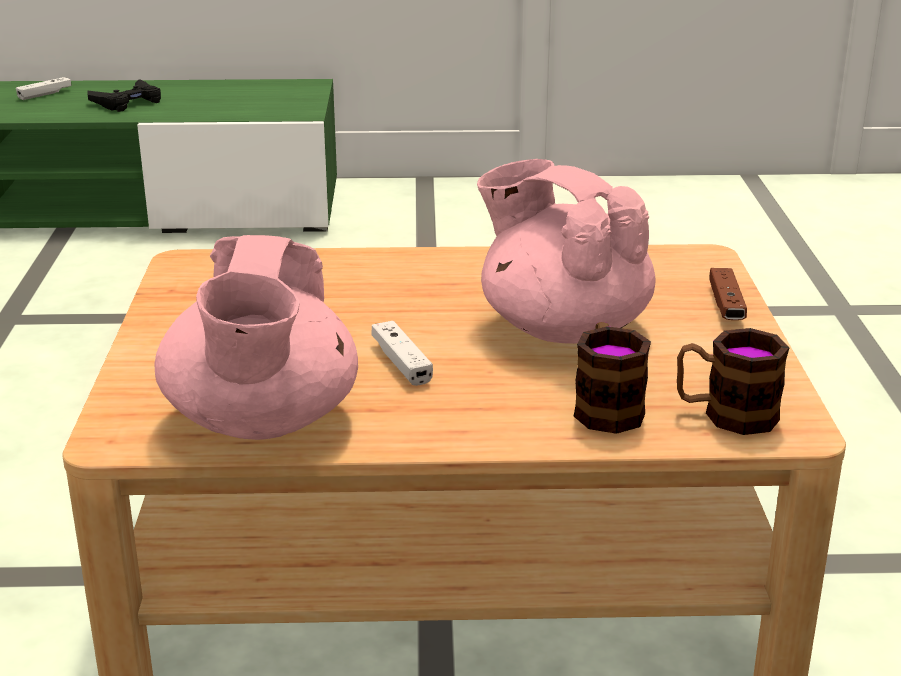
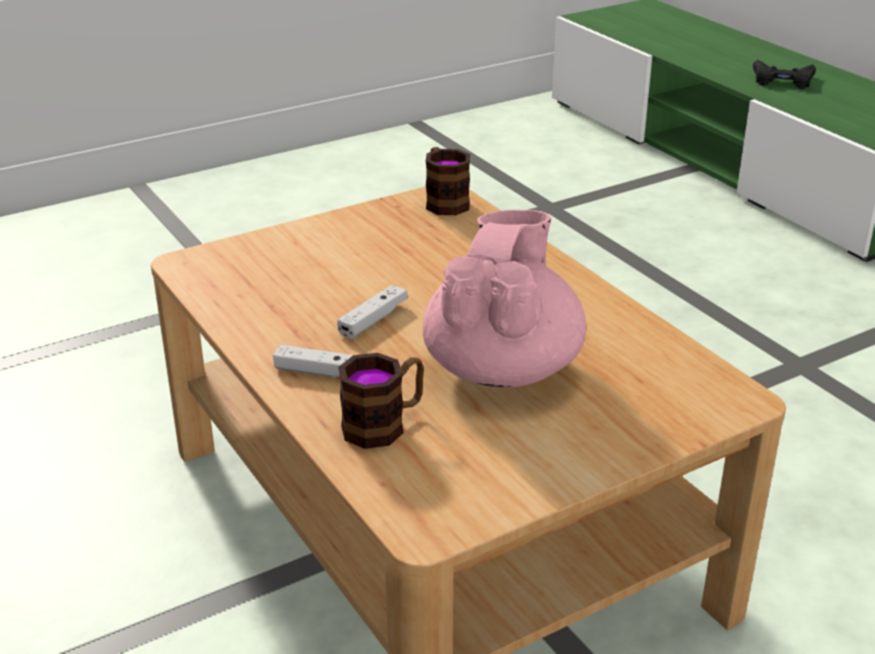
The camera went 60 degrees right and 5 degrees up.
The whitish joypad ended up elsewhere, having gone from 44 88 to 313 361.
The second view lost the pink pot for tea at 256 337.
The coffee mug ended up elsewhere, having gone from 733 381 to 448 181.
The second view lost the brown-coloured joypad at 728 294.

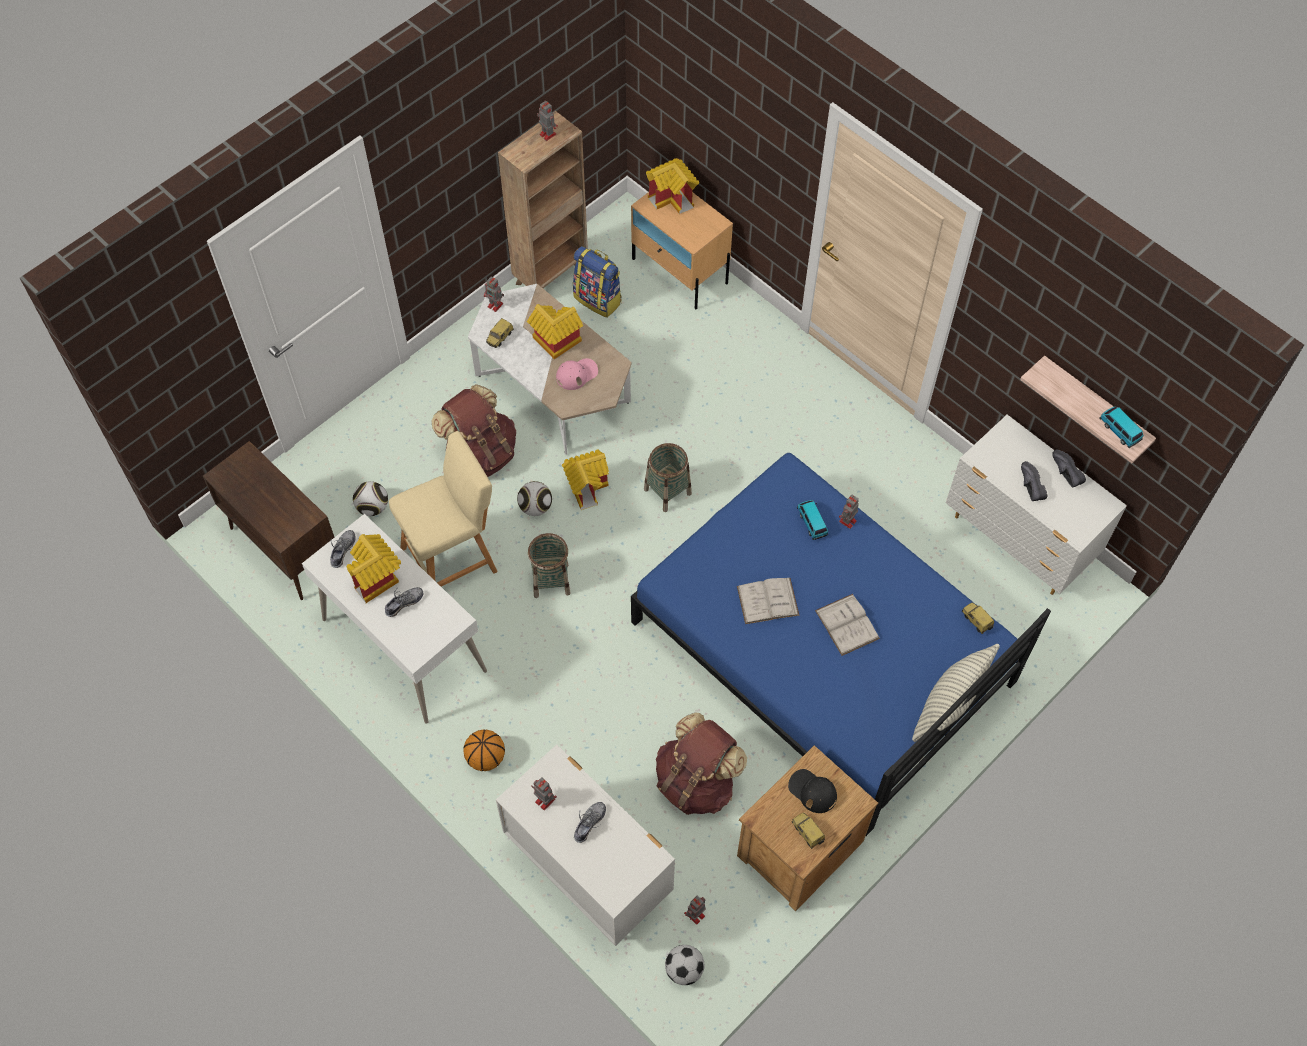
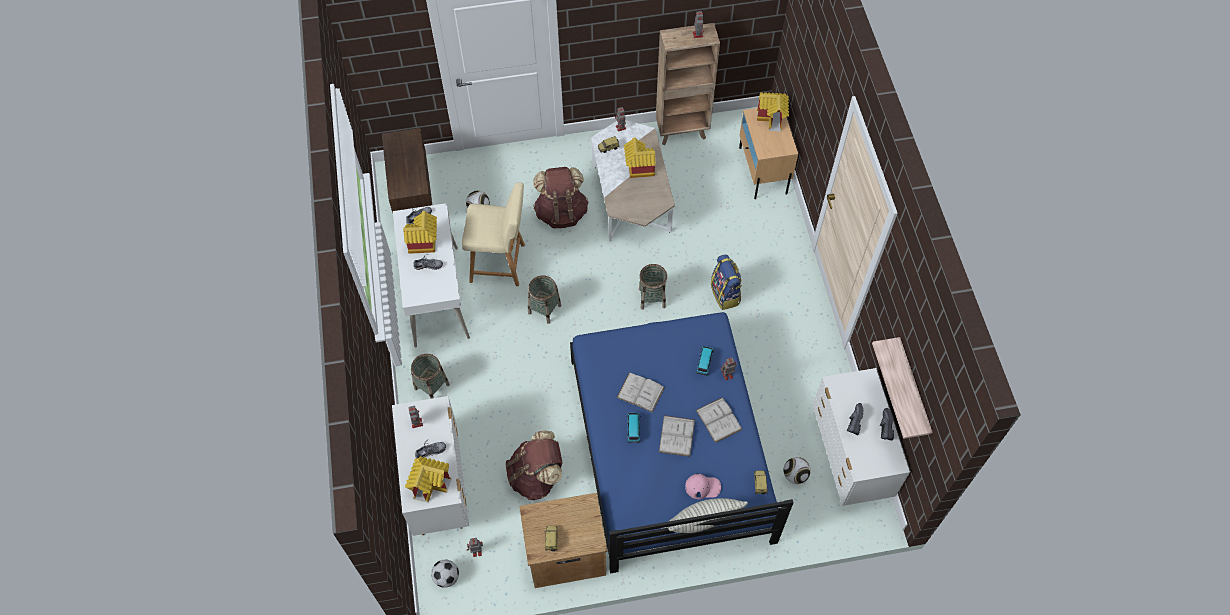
The camera went 35 degrees right and 0 degrees up.
Where the basketball ball stood at 484 750, the storage basket came to stand at 430 376.
The football ball ended up elsewhere, having gone from 534 498 to 797 470.
The pink peaked cap ended up elsewhere, having gone from 577 374 to 703 486.
The miniature house ended up elsewhere, having gone from 585 480 to 428 479.
The knapsack ended up elsewhere, having gone from 597 282 to 726 282.
The second view lost the black peaked cap at 812 791.
The model car ended up elsewhere, having gone from 1121 427 to 634 427.
The second view gained the whitish bound book at 719 420.

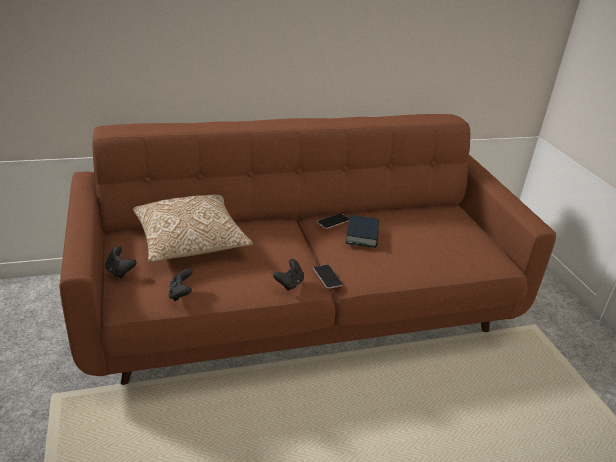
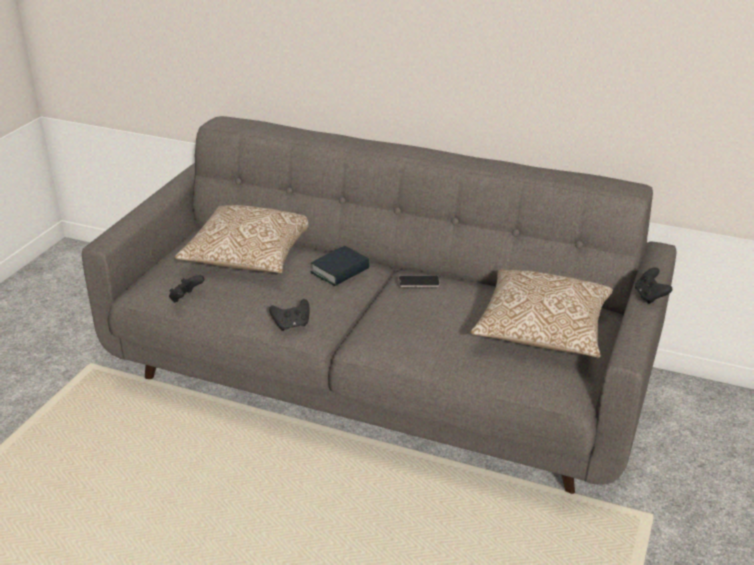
The camera went 40 degrees right and 0 degrees up.
What was the brown-coloured sofa at 308 249 turned into the gray sofa at 379 305.
The black joypad ended up elsewhere, having gone from 121 262 to 653 285.
The second view lost the phone at 328 276.
The bound book ended up elsewhere, having gone from 362 231 to 340 266.
The second view gained the throw pillow at 541 313.

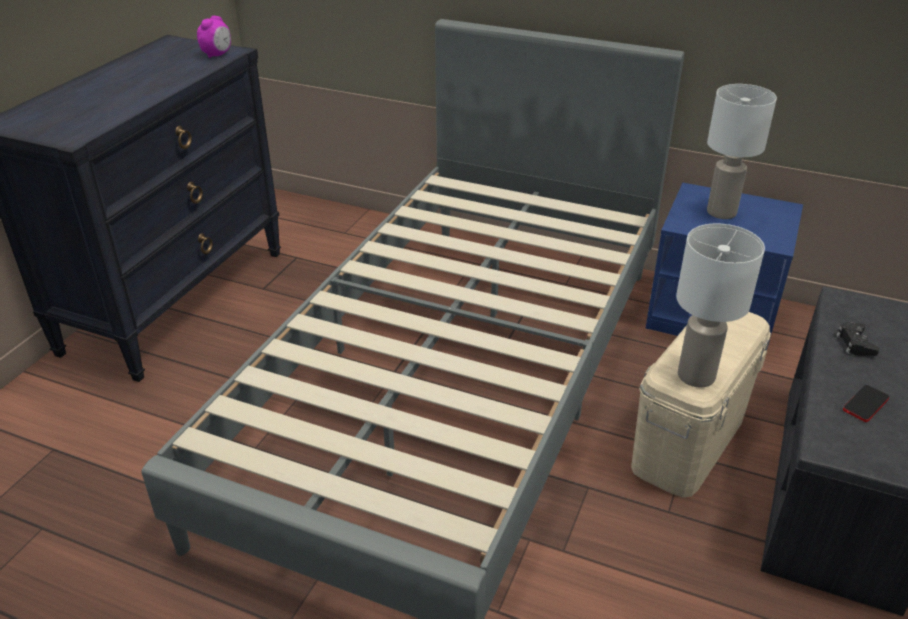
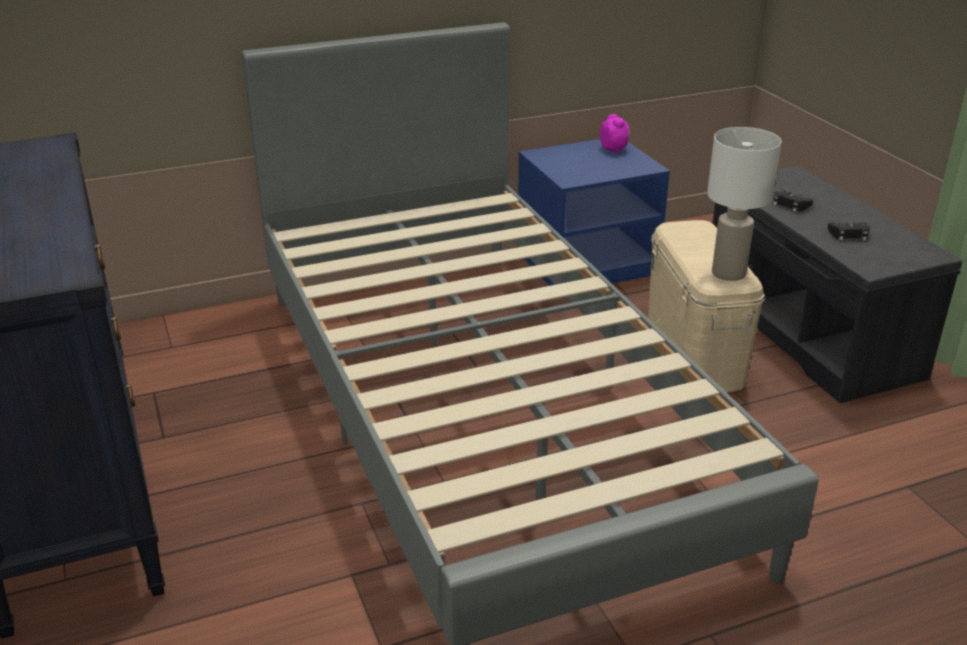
The camera went 45 degrees left and 5 degrees down.
The alarm clock ended up elsewhere, having gone from 214 37 to 615 133.
The second view lost the whitish tabletop lamp at 742 151.
Where the phone stood at 866 403, the black joypad came to stand at 848 231.

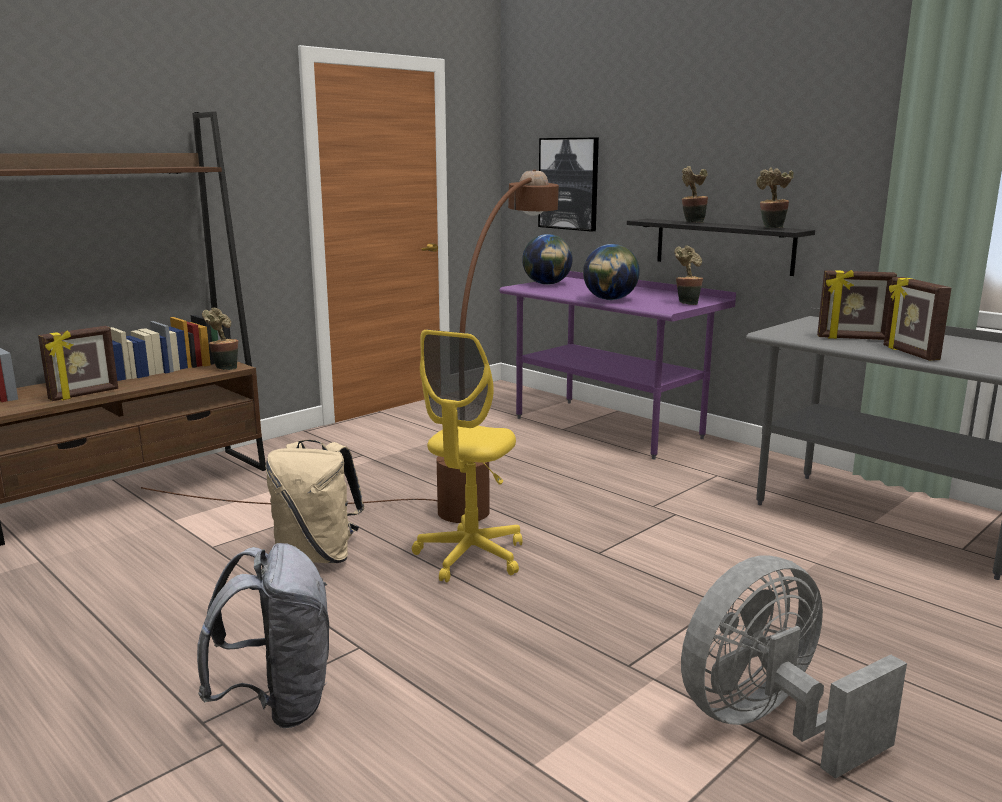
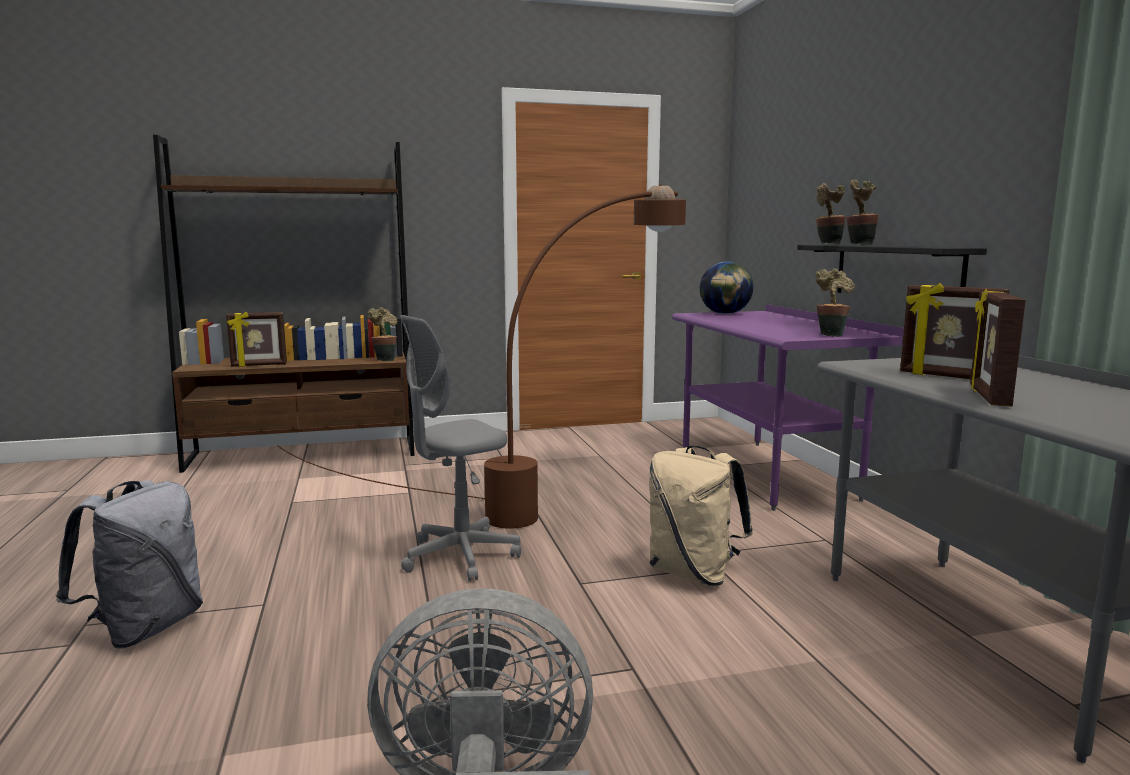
The camera went 30 degrees right and 5 degrees down.
The beige knapsack ended up elsewhere, having gone from 315 501 to 701 515.
What was the yellow desk chair at 467 456 turned into the gray desk chair at 460 448.
The second view lost the picture at 568 185.
The second view lost the globe at 611 272.
The houseplant ended up elsewhere, having gone from 775 198 to 831 214.

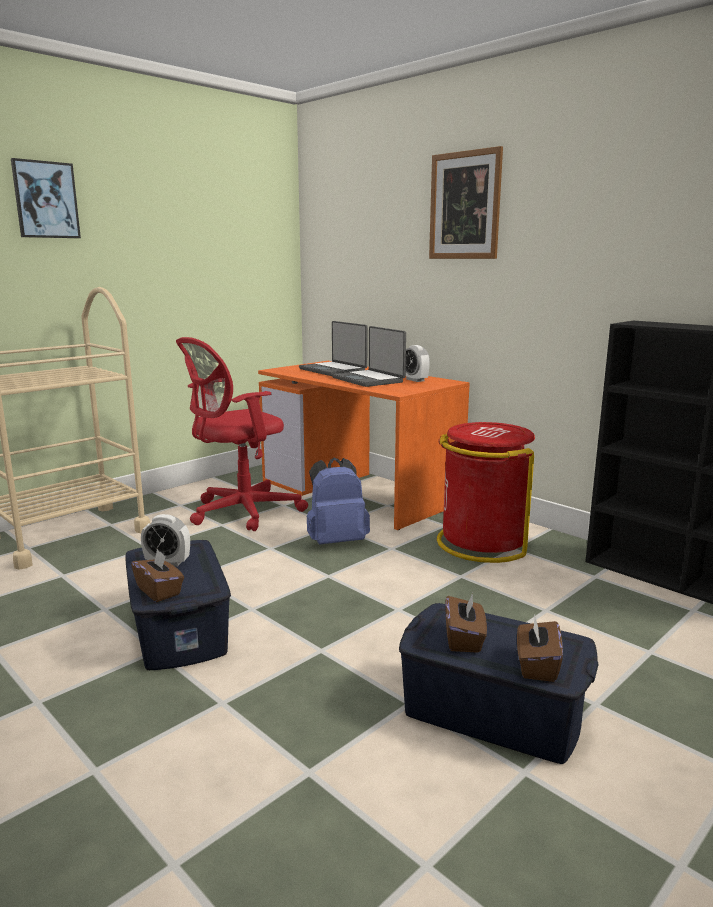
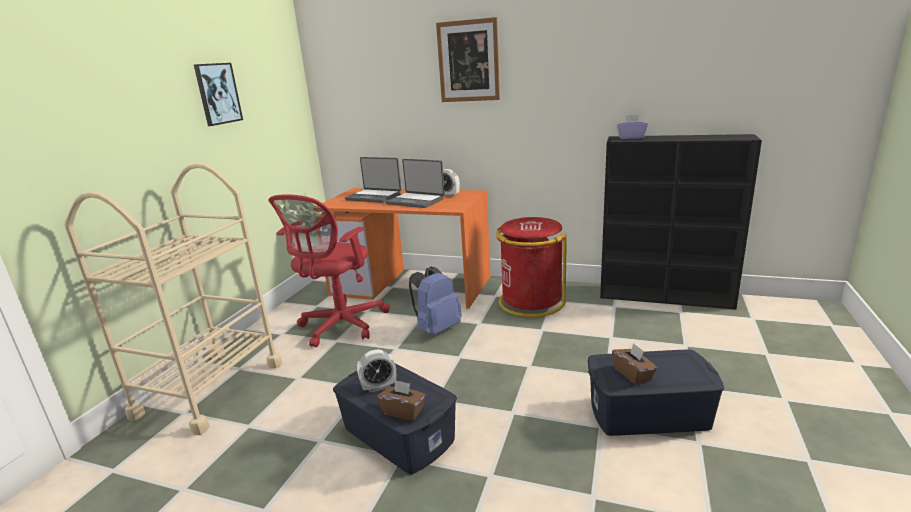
The camera went 25 degrees left and 5 degrees up.
The picture ended up elsewhere, having gone from 46 198 to 218 94.
The second view lost the brown-coloured tissue box at 540 648.
The second view gained the purplish tissue box at 632 126.

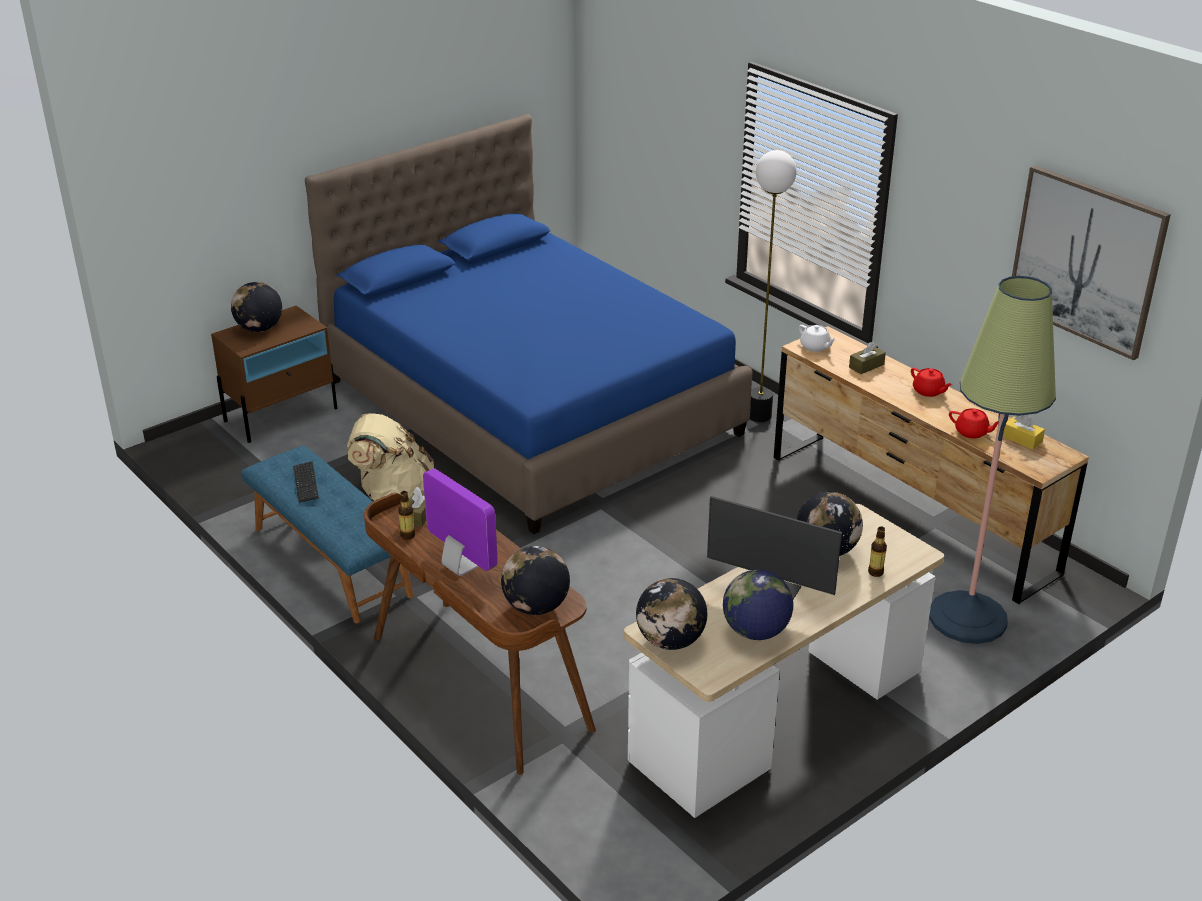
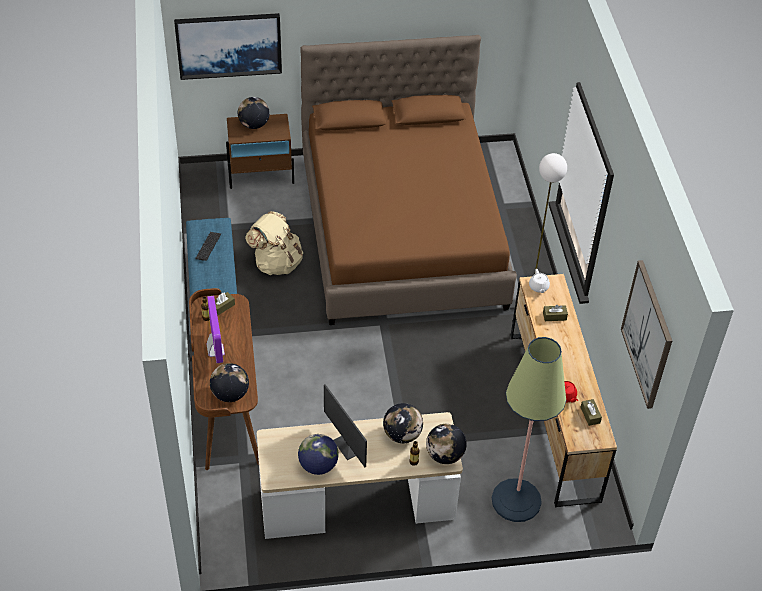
The camera went 30 degrees right and 15 degrees up.
What was the blue bedroom bed at 529 324 turned into the brown-coloured bedroom bed at 408 180.
The globe ended up elsewhere, having gone from 671 614 to 446 444.
The second view lost the red-coloured pot for tea at 931 382.
What was the yellow tissue box at 1024 432 turned into the brown-coloured tissue box at 591 412.
The second view gained the picture at 228 46.

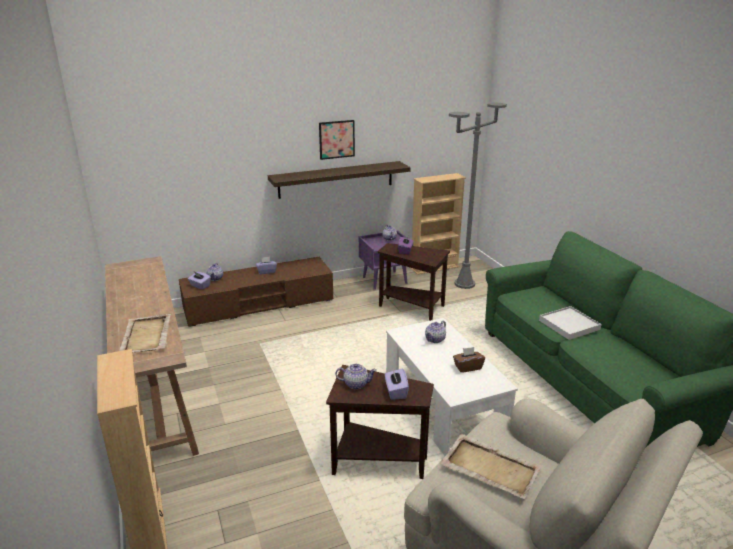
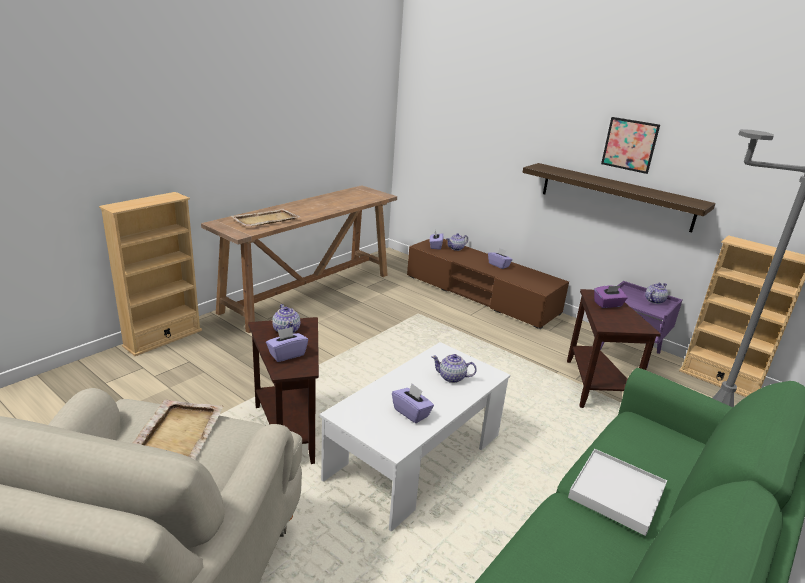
The camera went 60 degrees right and 0 degrees up.
What was the brown-coloured tissue box at 469 360 turned into the purplish tissue box at 413 403.

